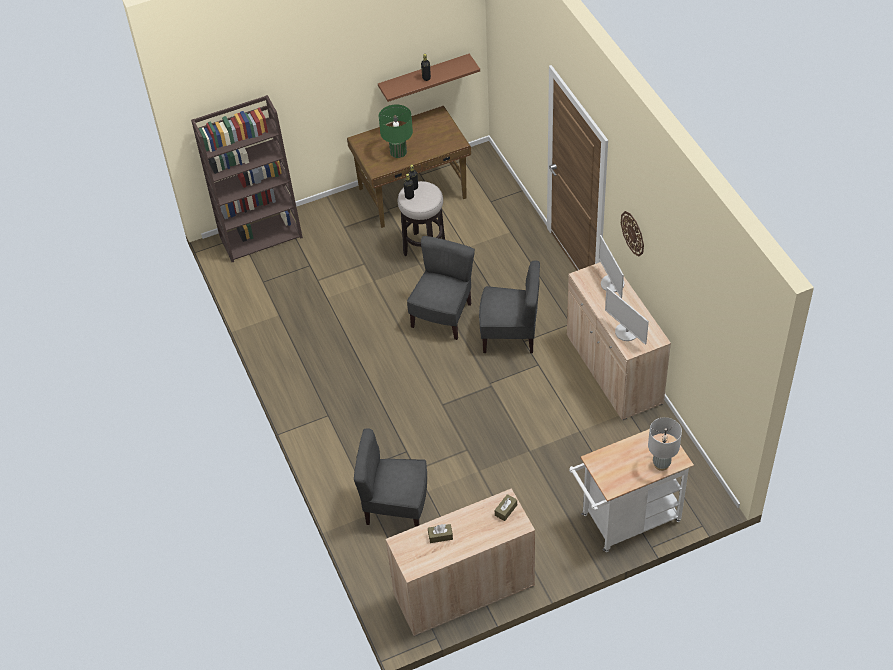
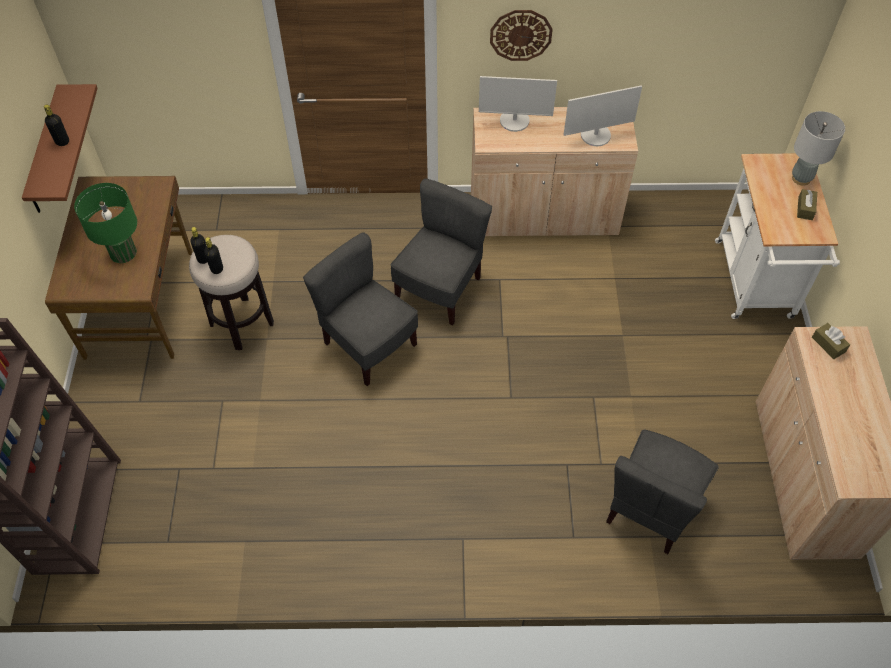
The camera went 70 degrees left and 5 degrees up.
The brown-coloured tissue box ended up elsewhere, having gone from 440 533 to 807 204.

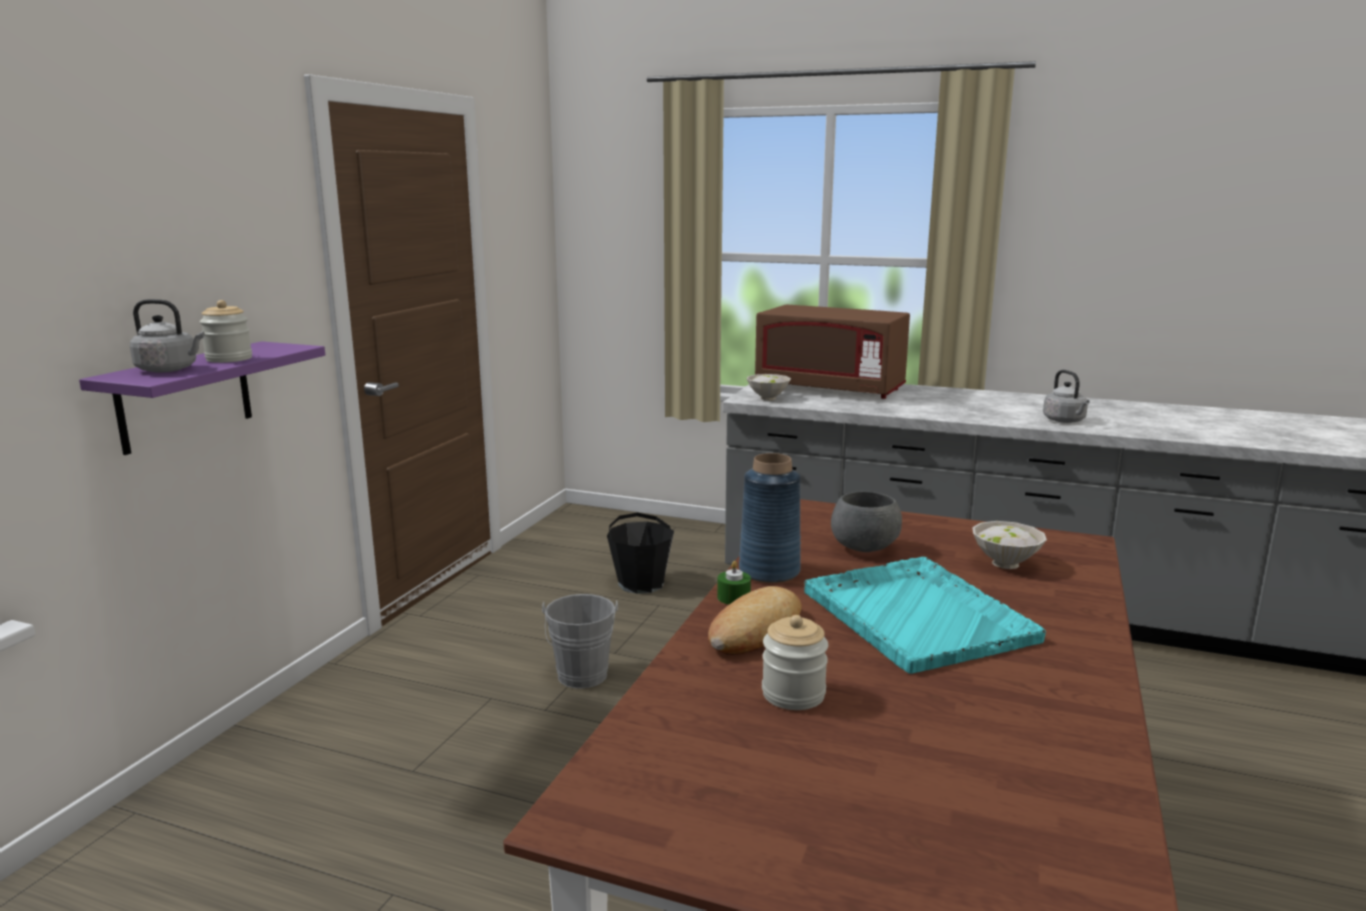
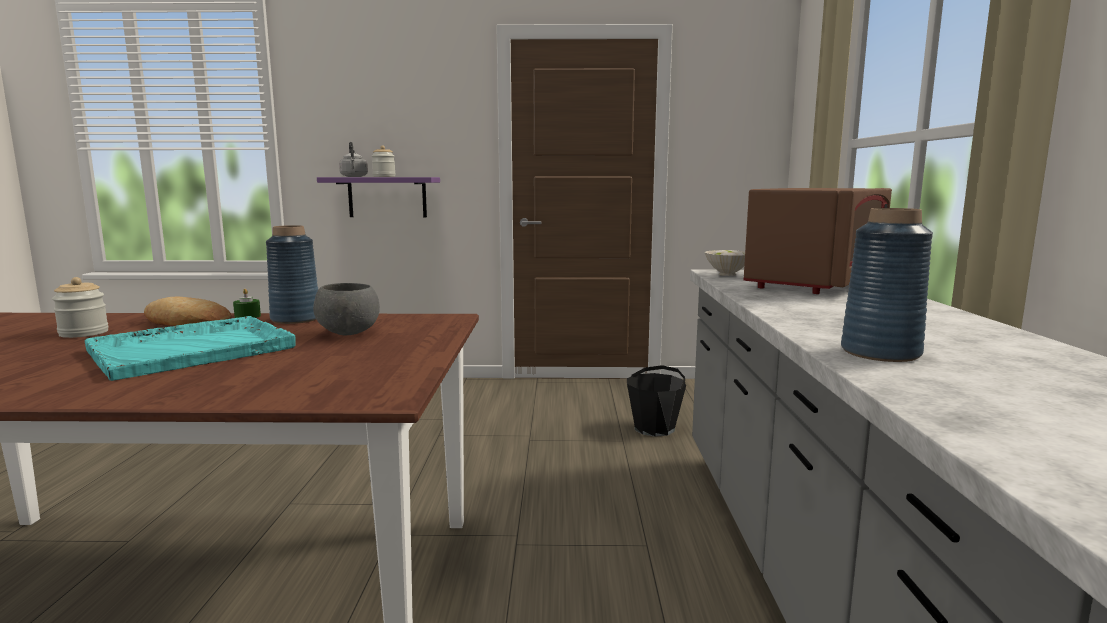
The camera went 70 degrees right and 5 degrees down.
The second view lost the gray pail at 580 641.
The brown-coloured microwave at 832 351 ended up facing another way, 150 degrees counterclockwise from before.
The second view lost the whitish serving bowl at 1009 545.
Where the gray tea kettle stood at 1066 396, the blue decorative vase came to stand at 887 285.

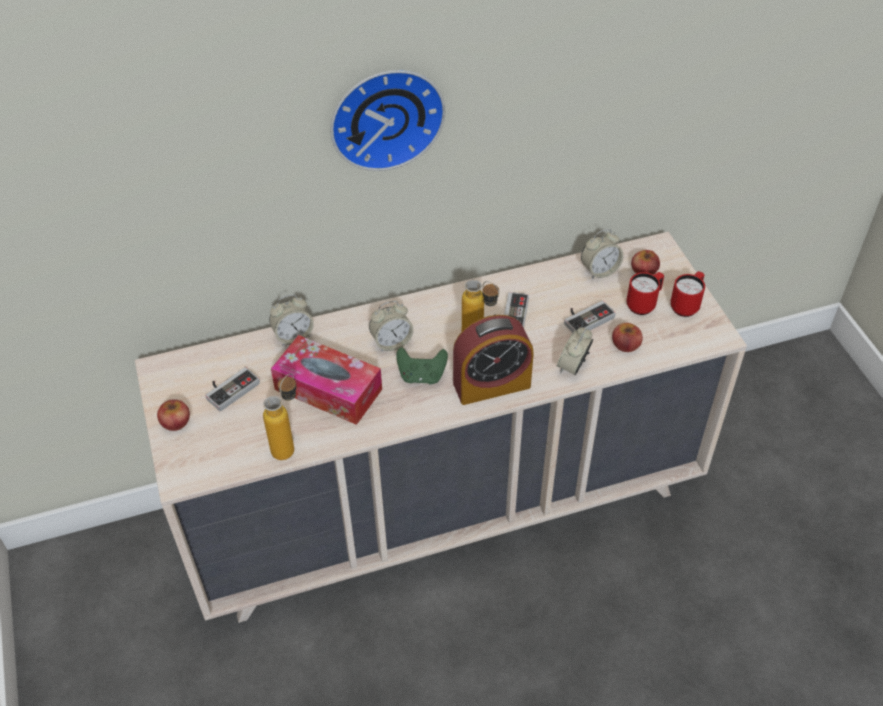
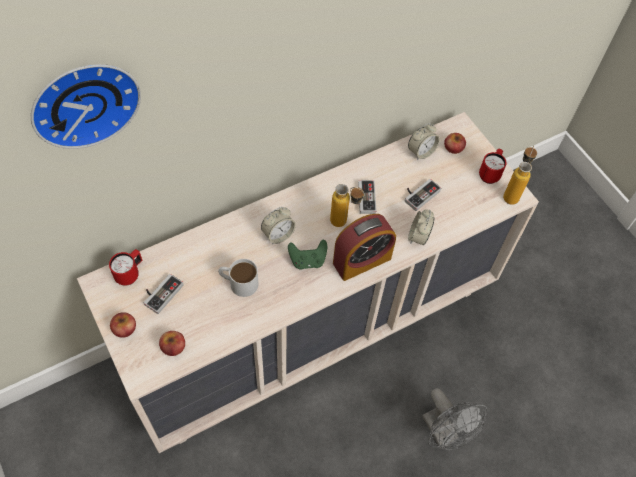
The camera went 15 degrees left and 10 degrees up.
The drink bottle ended up elsewhere, having gone from 279 417 to 520 175.
The second view lost the alarm clock at 291 320.
Where the tissue box stood at 326 380, the whitish coffee mug came to stand at 238 278.
The clock on the wall ended up elsewhere, having gone from 387 120 to 86 106.
The apple fruit ended up elsewhere, having gone from 627 337 to 172 343.
The red-coloured coffee mug ended up elsewhere, having gone from 645 293 to 126 267.
The second view gained the gray fan at 454 419.

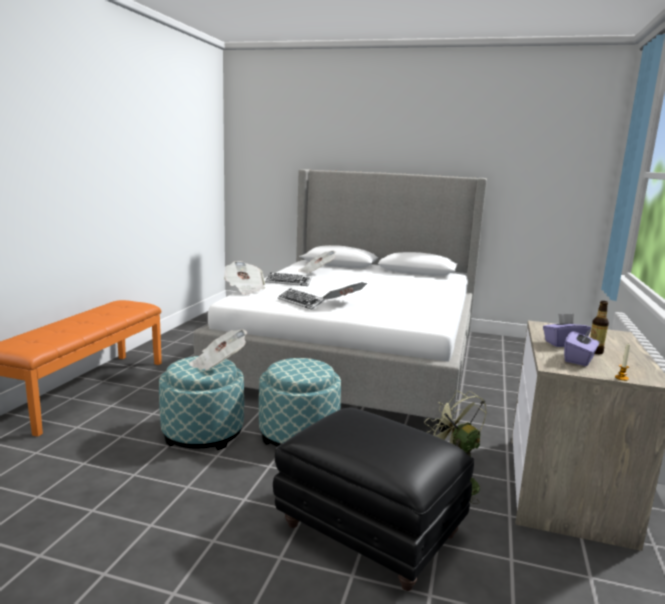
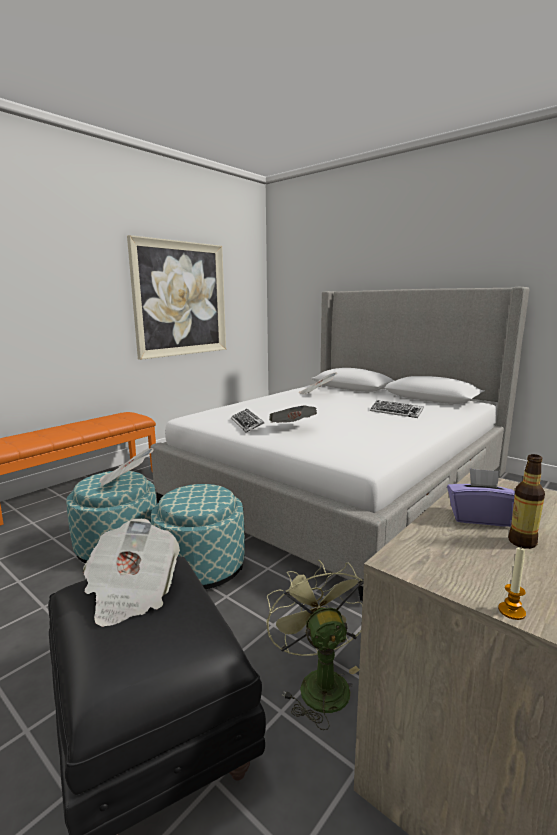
The camera went 25 degrees right and 0 degrees up.
The newspaper ended up elsewhere, having gone from 244 277 to 131 573.
The keyboard ended up elsewhere, having gone from 288 279 to 397 409.
The second view lost the purplish tissue box at 582 347.
The second view gained the picture at 176 297.

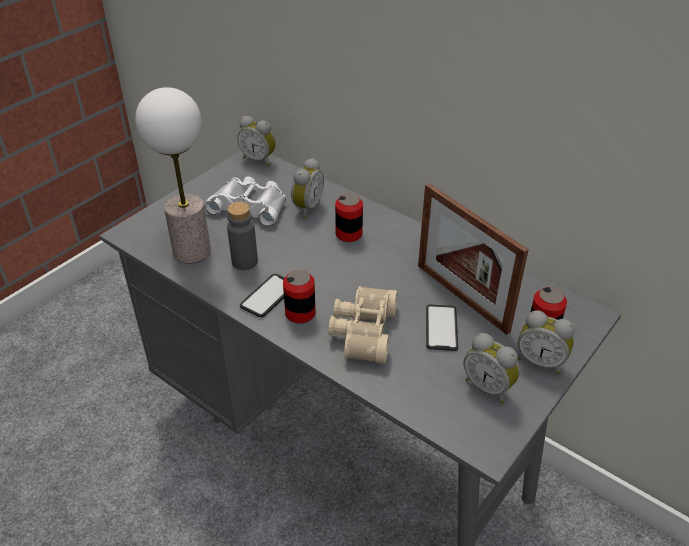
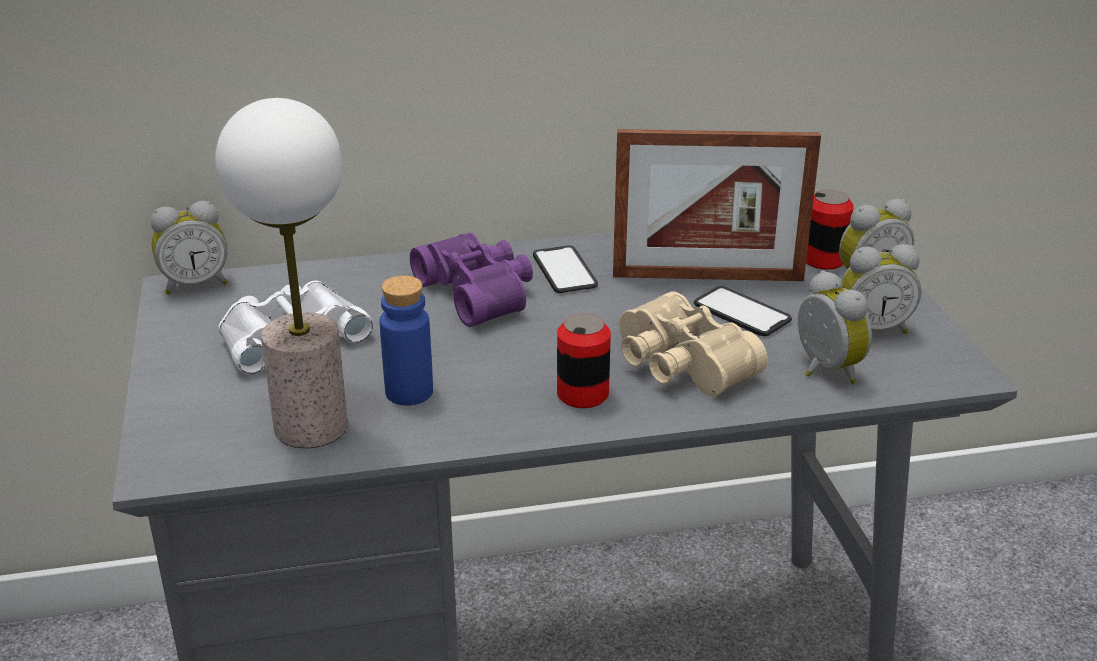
The camera went 50 degrees left and 10 degrees down.
What was the gray drink bottle at 242 236 turned into the blue drink bottle at 406 340.
The phone ended up elsewhere, having gone from 262 295 to 565 269.
The alarm clock ended up elsewhere, having gone from 307 188 to 835 327.
Where the can stood at 349 218, the purplish pair of binoculars came to stand at 471 280.

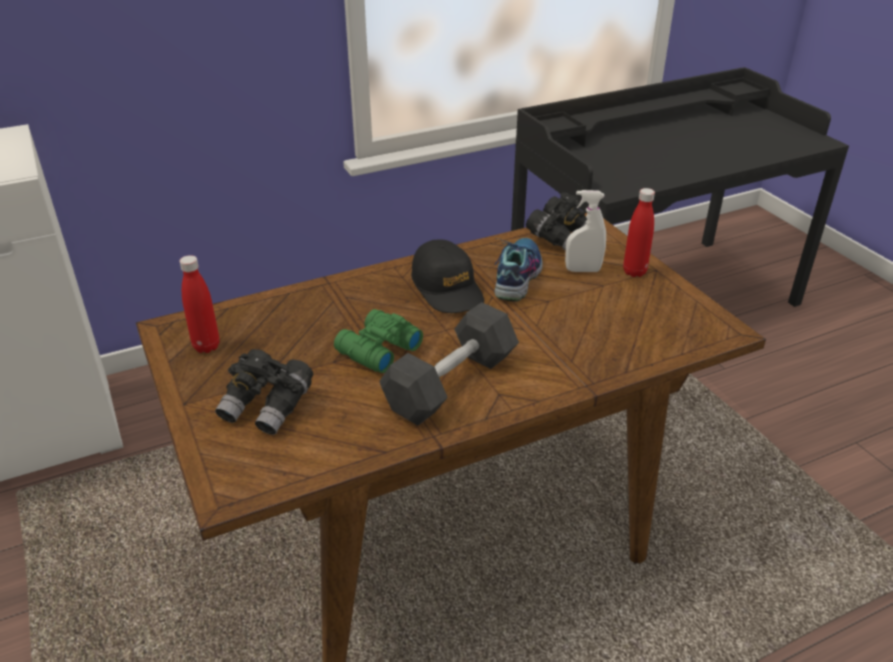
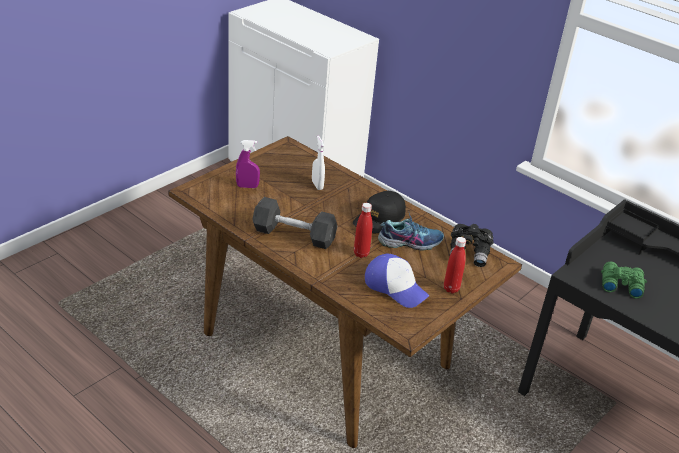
The camera went 65 degrees right and 0 degrees up.
The red-coloured drink bottle ended up elsewhere, having gone from 200 304 to 363 230.
Where the black pair of binoculars stood at 264 392, the purplish sprayer came to stand at 248 164.
The greenish pair of binoculars ended up elsewhere, having gone from 378 341 to 624 280.
The whitish sprayer ended up elsewhere, having gone from 585 231 to 318 163.
The second view gained the peaked cap at 397 281.

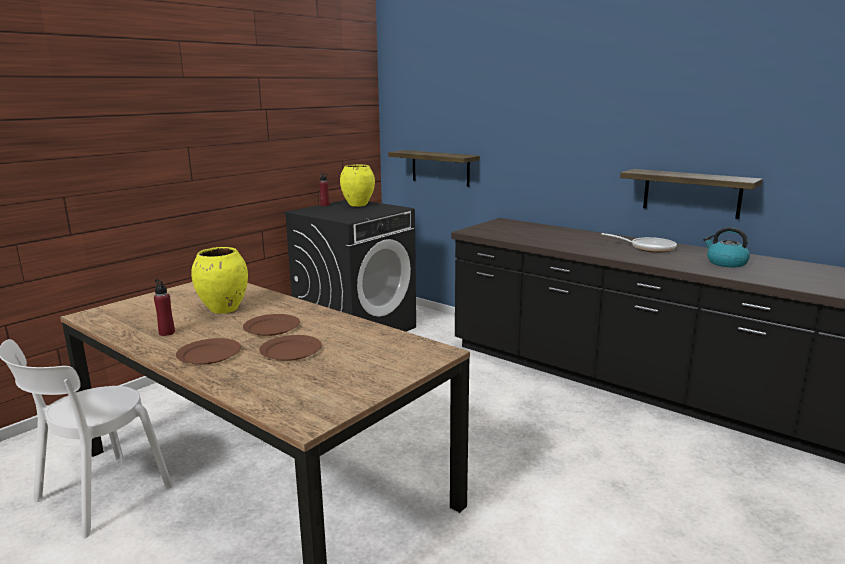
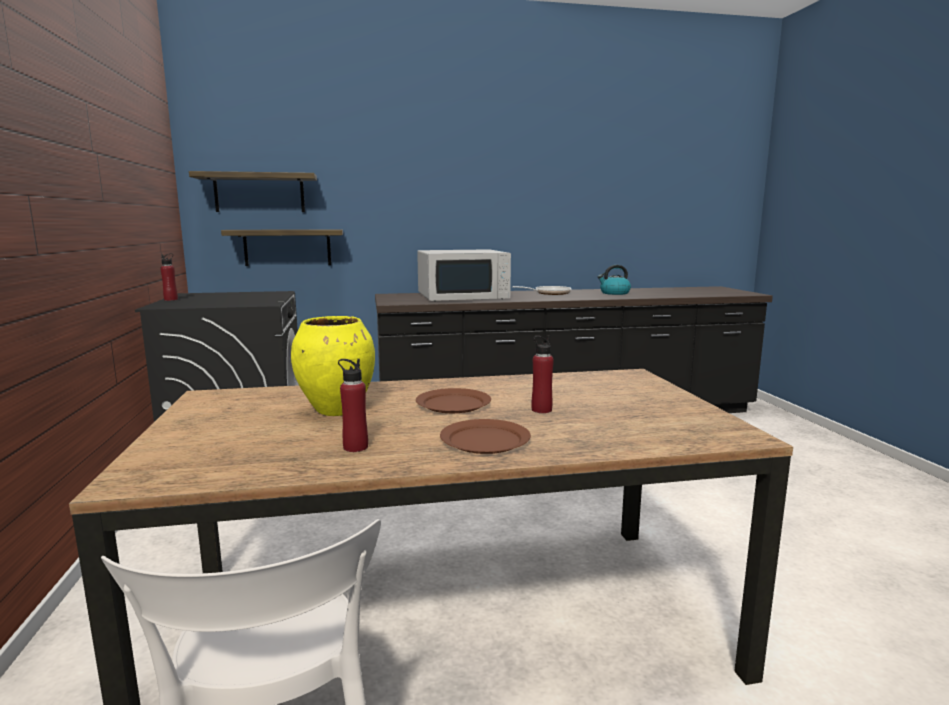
The camera went 50 degrees left and 5 degrees down.
Where the brown-coloured flat dish stood at 290 348, the red-coloured drink bottle came to stand at 542 374.
The second view lost the yellow decorative vase at 357 186.
The wall shelf ended up elsewhere, having gone from 691 194 to 253 191.
The second view gained the whitish microwave at 464 275.

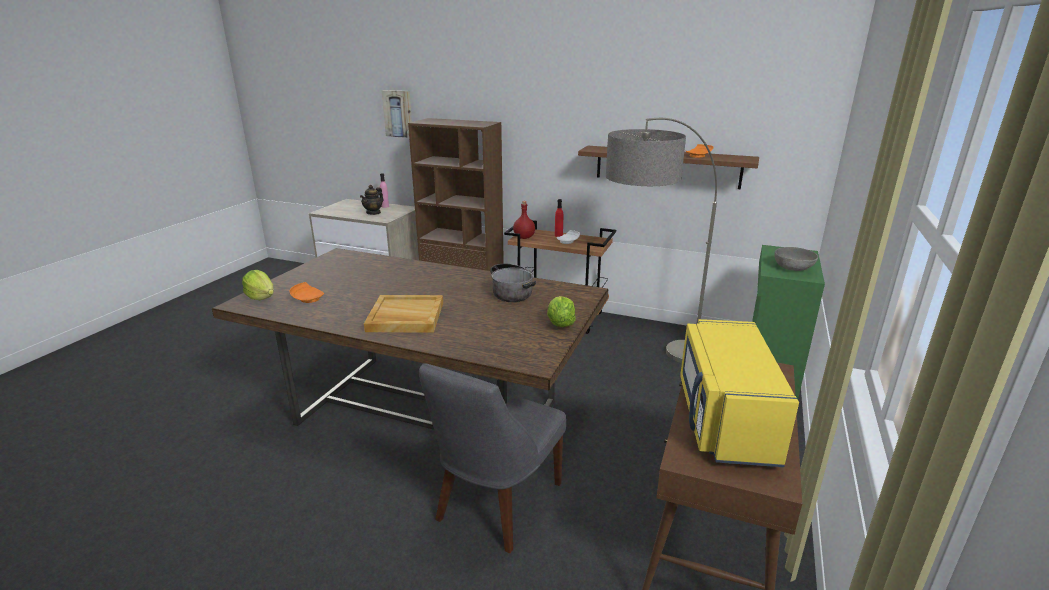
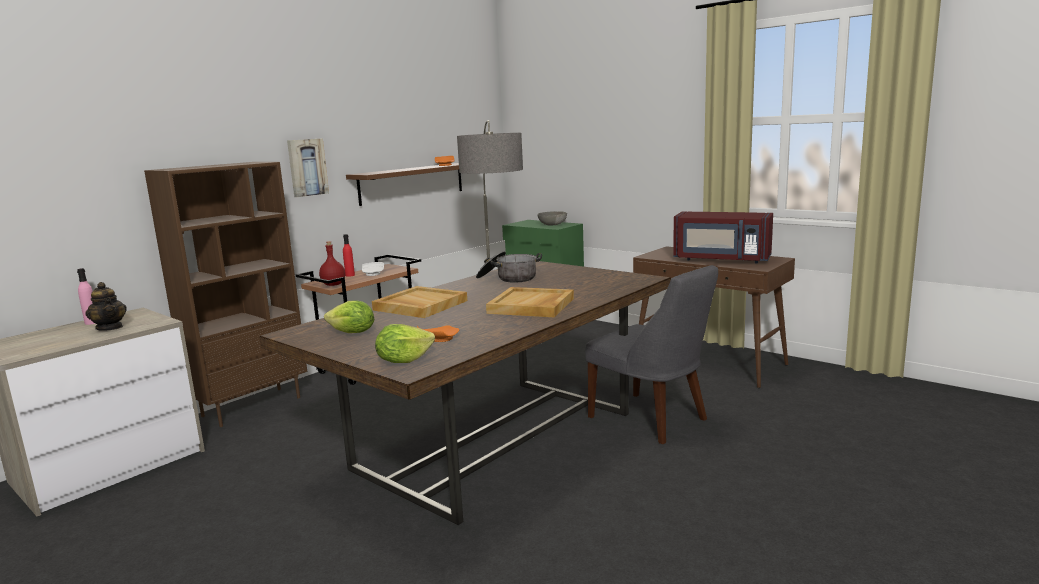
The camera went 70 degrees left and 10 degrees down.
The picture ended up elsewhere, having gone from 396 114 to 308 168.
The lettuce head ended up elsewhere, having gone from 561 311 to 349 316.
What was the yellow microwave at 739 393 turned into the red-coloured microwave at 723 237.
The second view gained the beige carrying tray at 419 302.

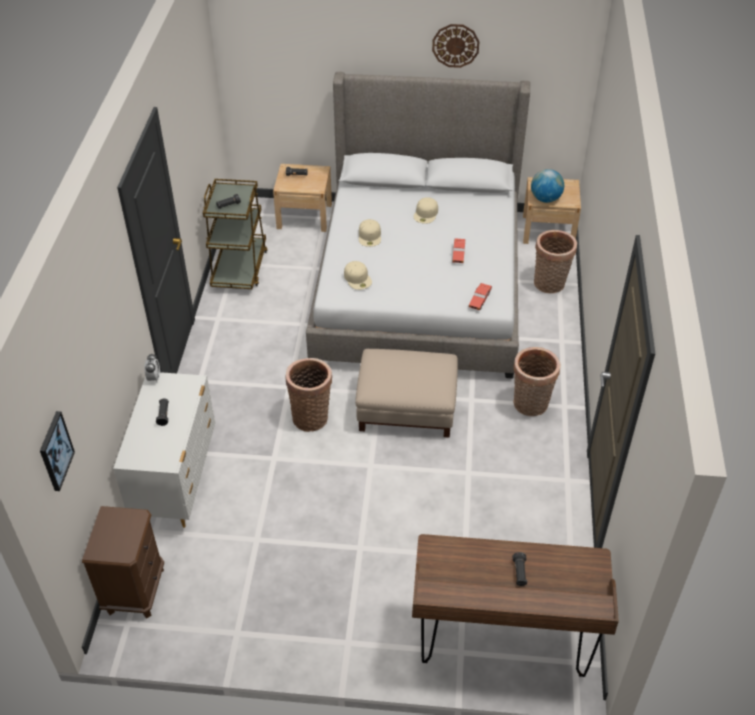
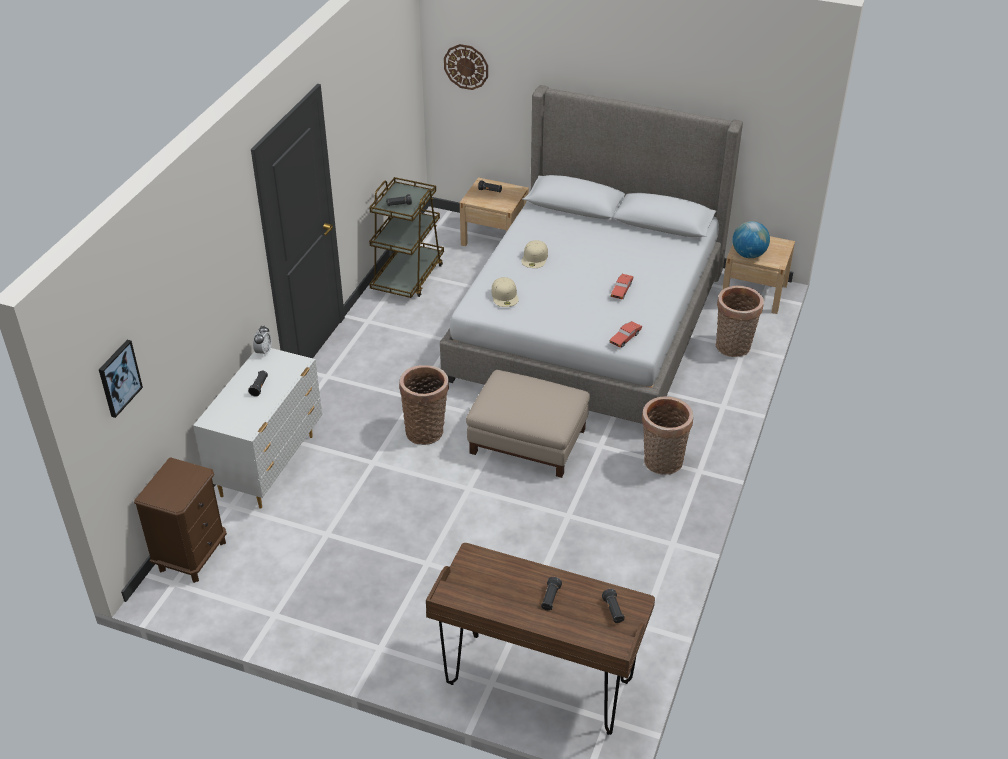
The camera went 15 degrees right and 5 degrees down.
The second view lost the beige peaked cap at 426 210.
The clock on the wall ended up elsewhere, having gone from 455 46 to 466 67.
The second view gained the black hand torch at 613 606.

